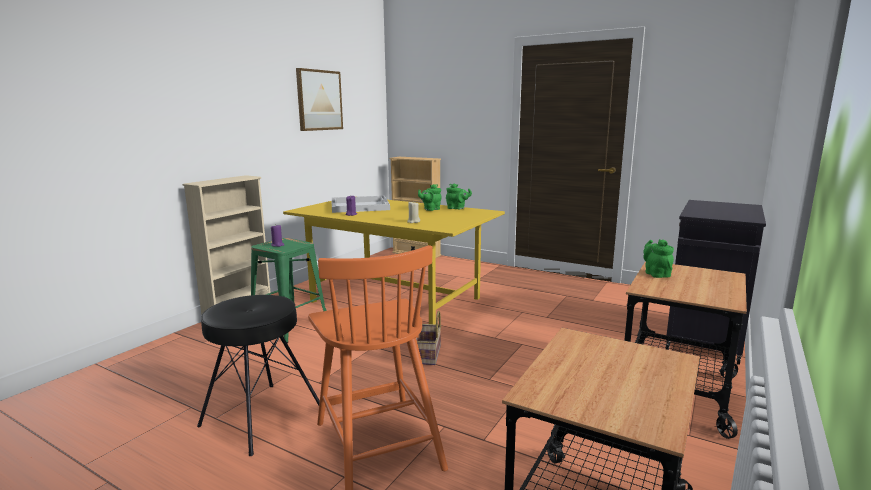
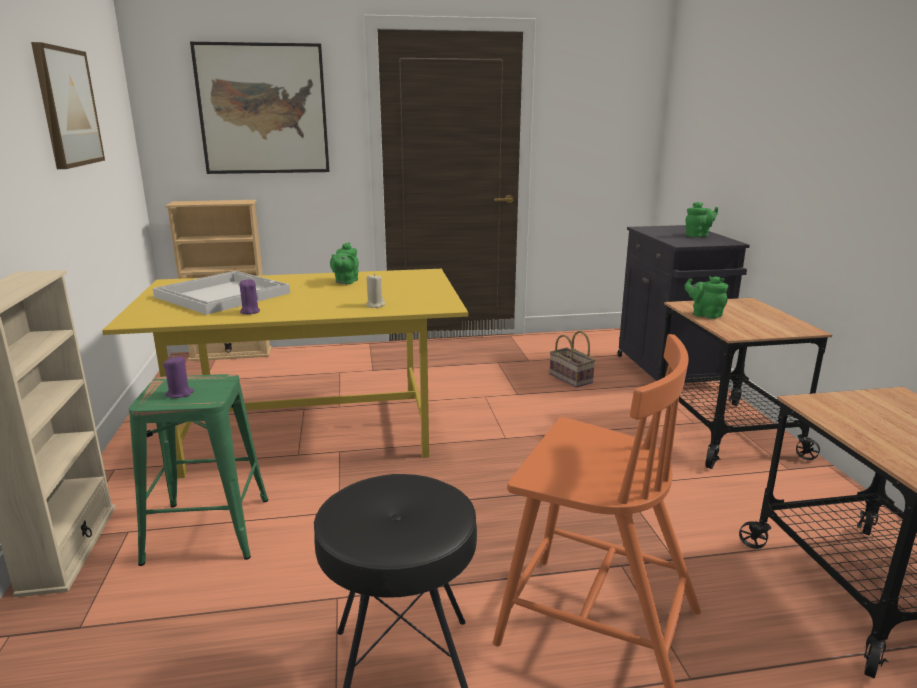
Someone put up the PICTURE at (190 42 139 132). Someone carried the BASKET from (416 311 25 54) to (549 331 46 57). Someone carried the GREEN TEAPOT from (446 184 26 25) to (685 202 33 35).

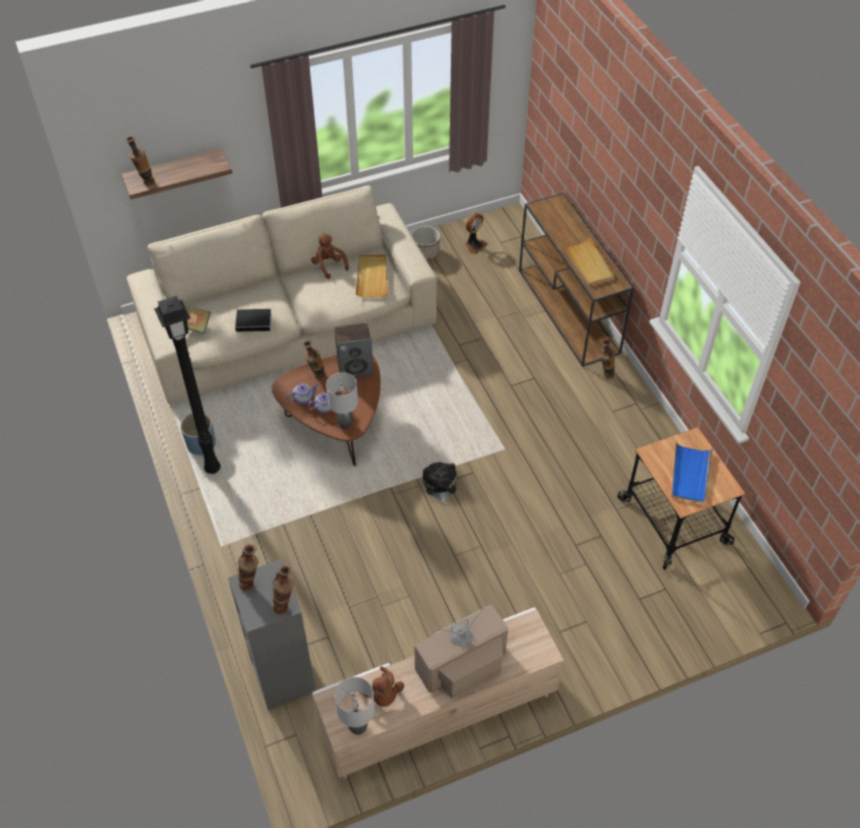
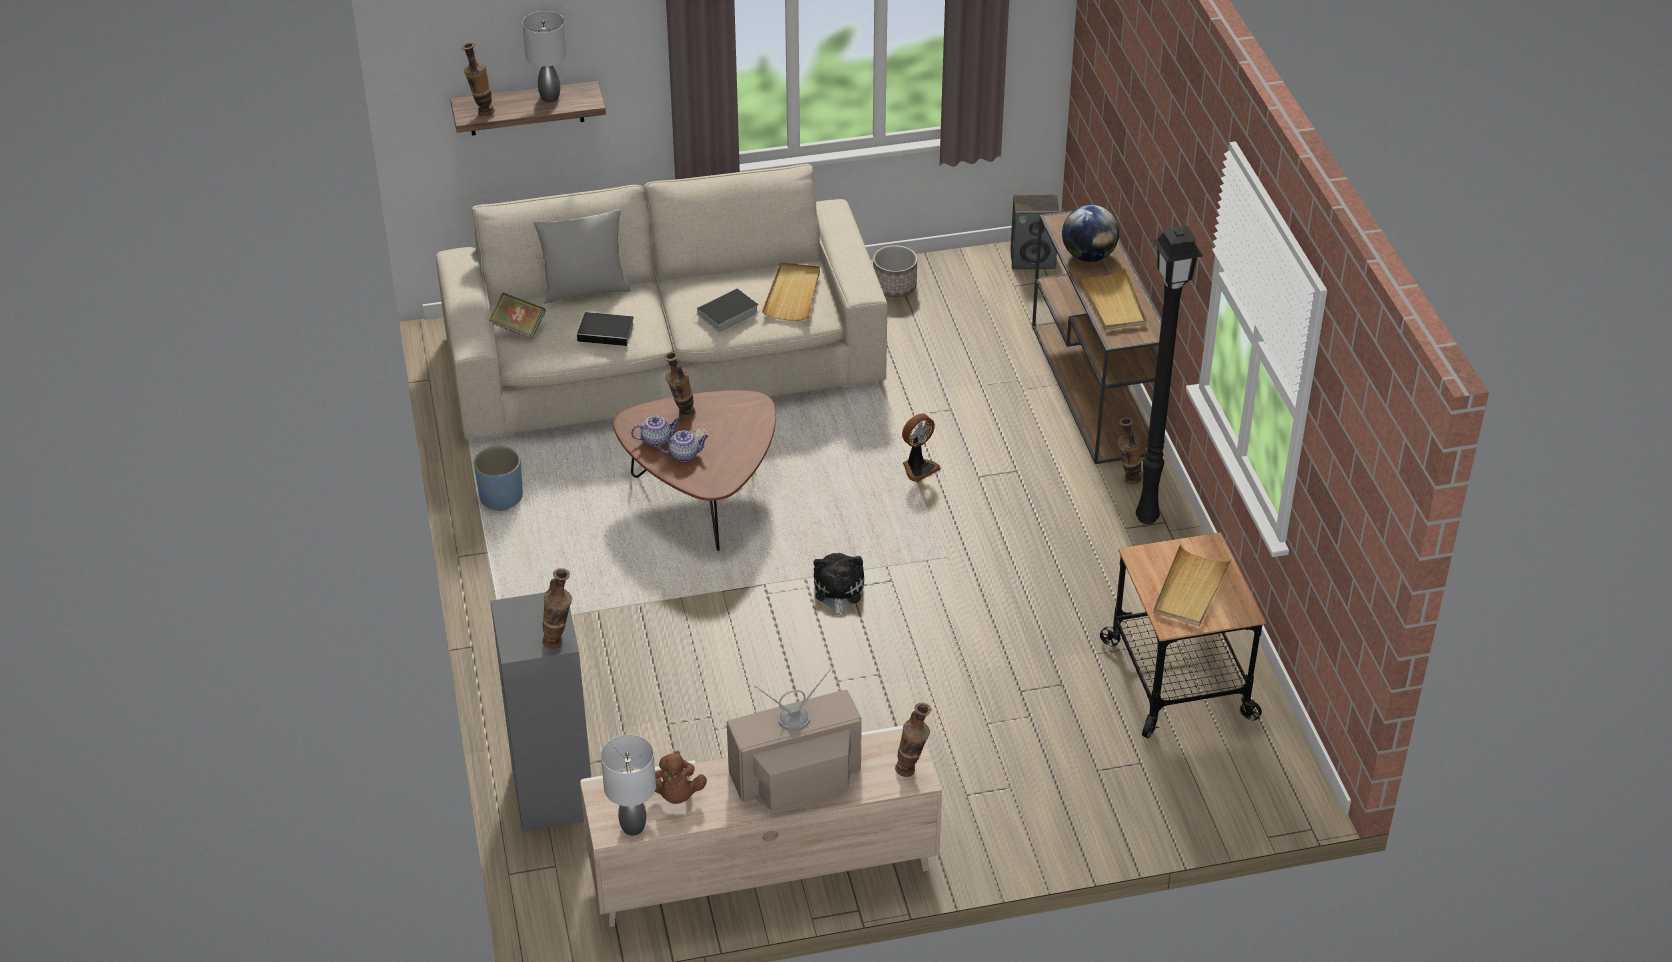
Someone carried the GREY TABLE LAMP from (326 373 32 56) to (522 11 45 91). Someone put down the GREY PILLOW at (533 209 98 95). Someone put down the BOOK at (691 288 67 44). Someone carried the VASE from (238 544 21 47) to (895 703 37 74). Someone carried the FAN from (465 213 22 41) to (902 414 39 68). Someone carried the SPEAKER from (334 323 39 55) to (1010 195 50 74). Someone put down the GLOBE at (1062 205 57 57). Someone carried the BLACK FLOOR LAMP from (154 296 67 178) to (1136 225 67 299). Someone repainted the BLUE TRAY at (671 442 42 61), which became the BEIGE TRAY at (1153 544 79 82). Someone took away the BROWN PLUSH TOY at (311 233 38 46).

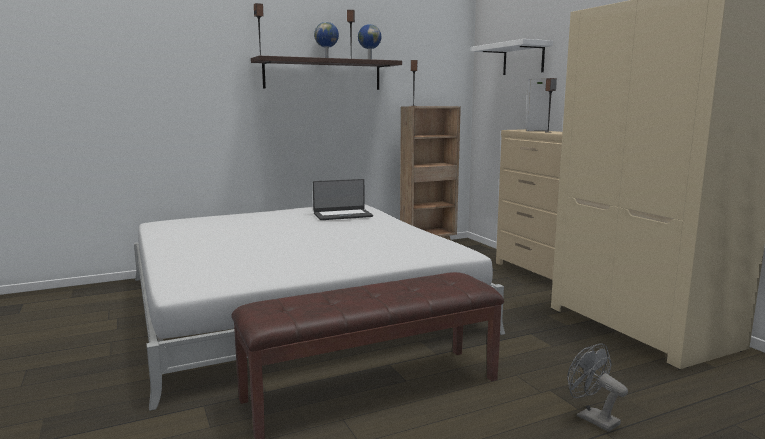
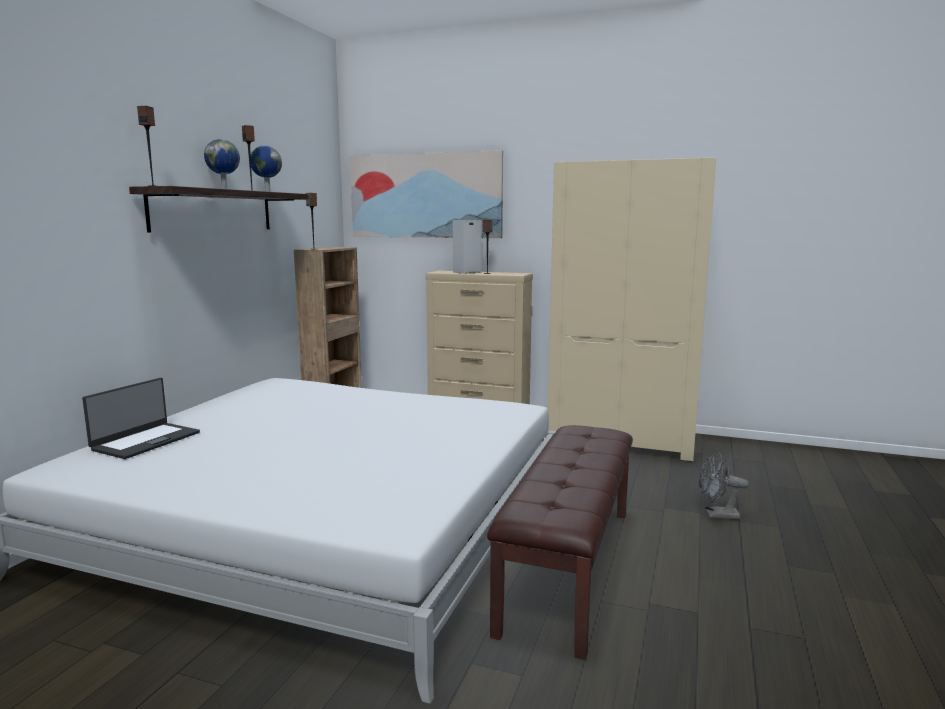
Someone carried the LAPTOP from (313 179 60 41) to (82 378 118 81). Someone swapped the WHITE SHELF at (471 39 82 36) for the PICTURE at (350 150 153 88).

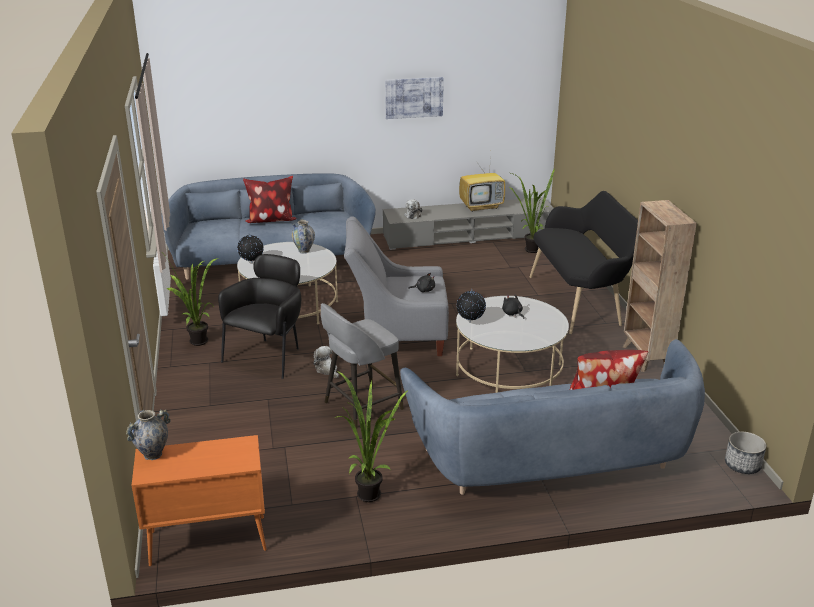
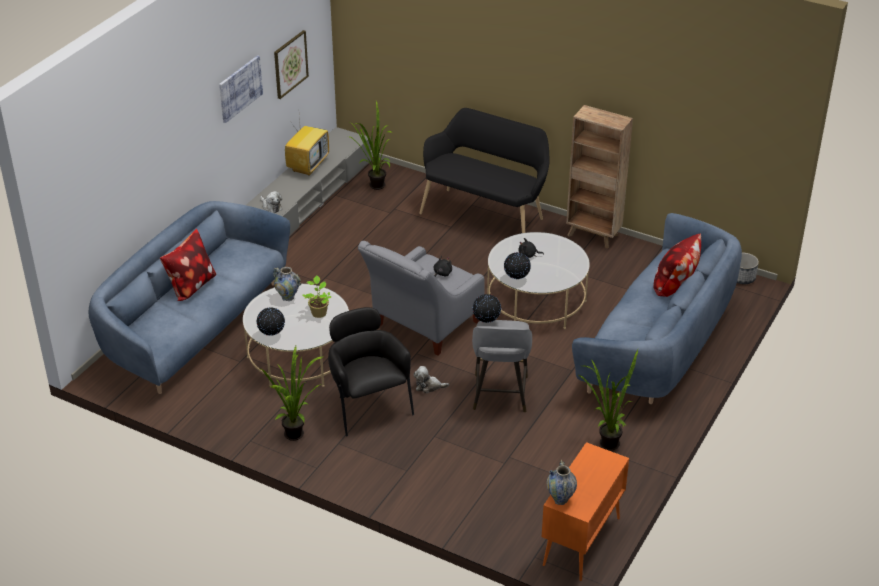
Someone put up the PICTURE at (274 30 35 69). Someone put down the POTTED PLANT at (302 275 29 43). Someone put down the GLOBE at (473 294 28 29).

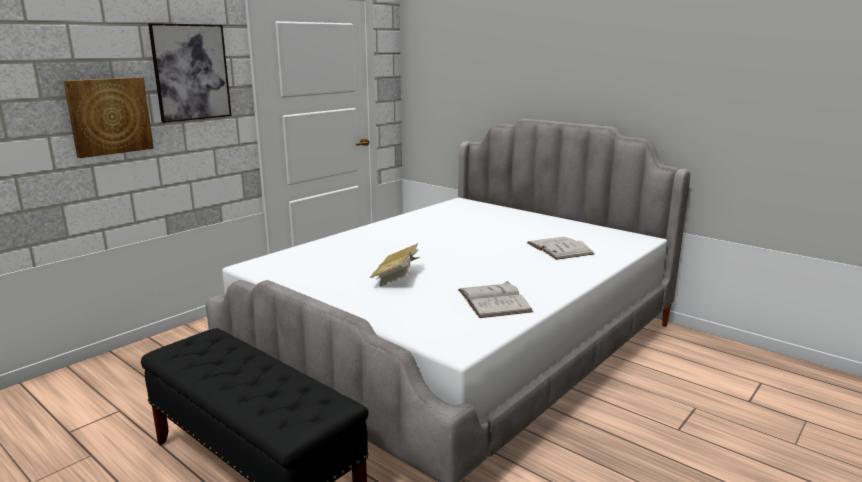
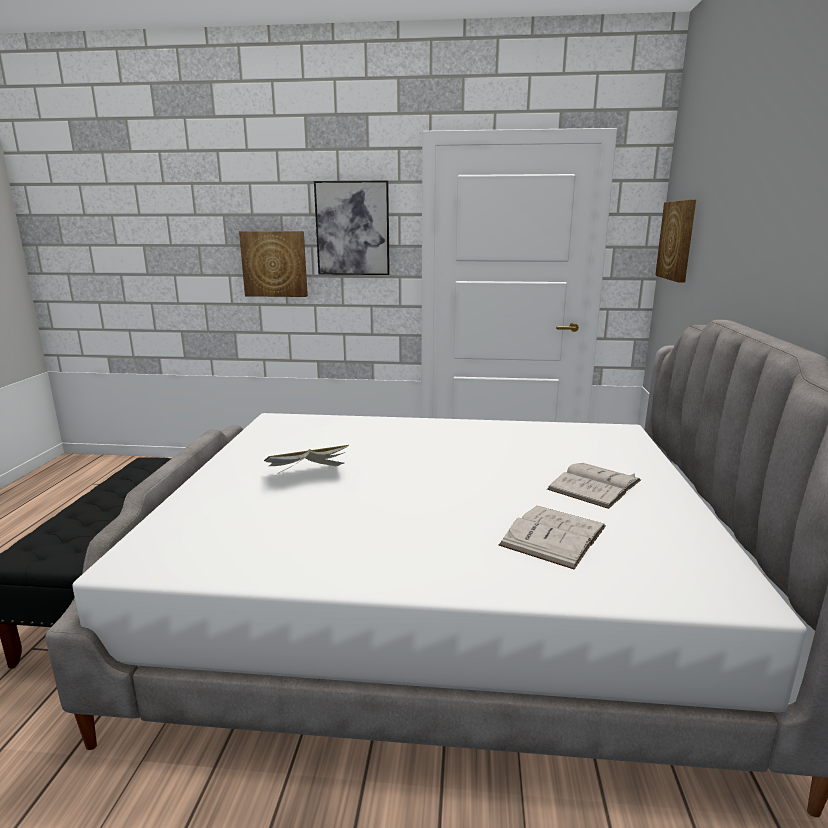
Someone carried the WHITE BOOK from (458 281 75 37) to (547 463 94 46). Someone put up the PICTURE at (655 200 41 82).

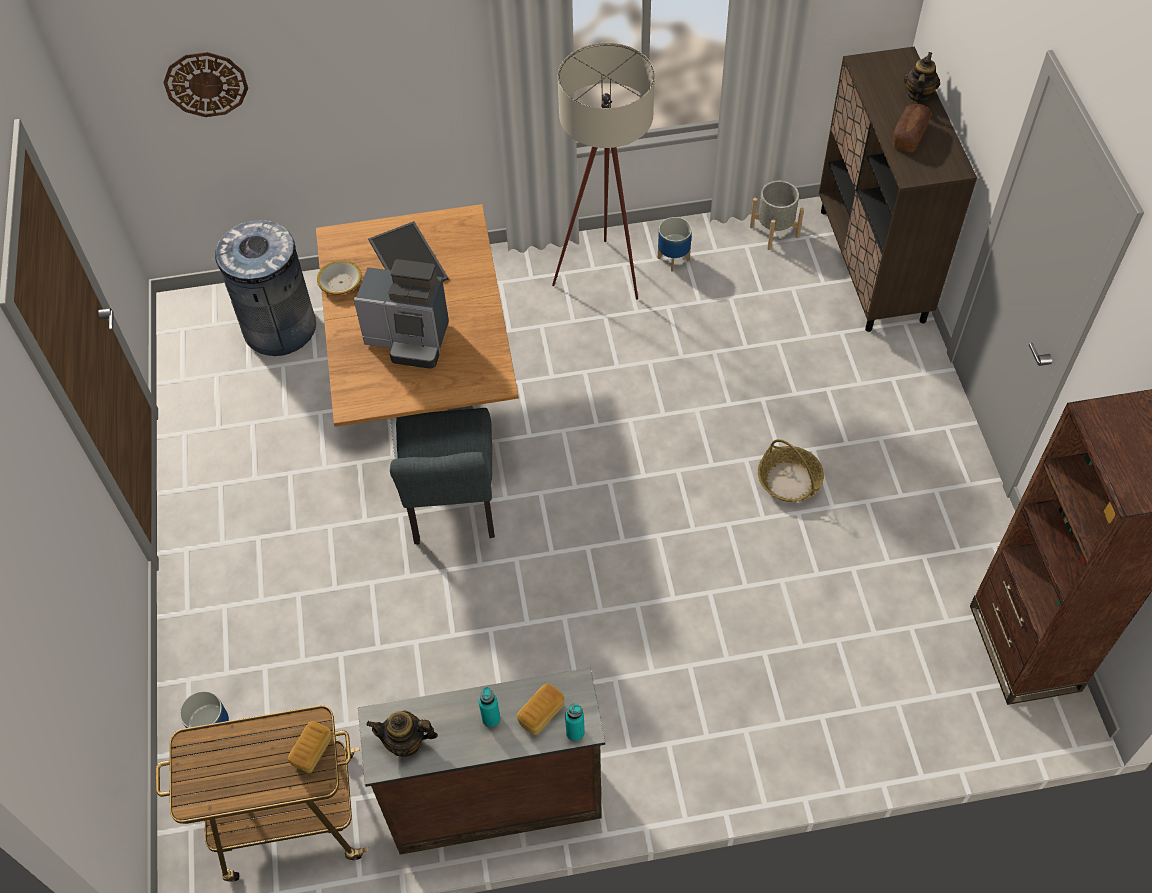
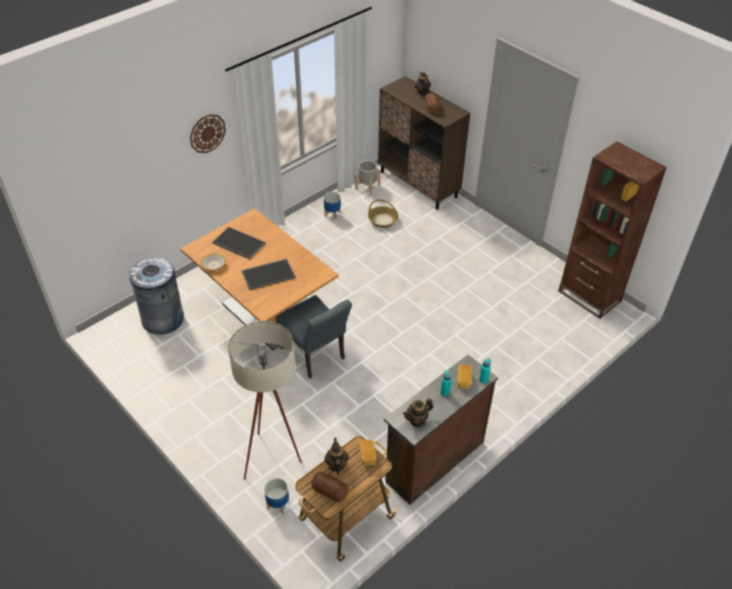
Someone carried the WALL CLOCK from (163 52 85 65) to (190 114 36 39). Someone carried the BEIGE FLOOR LAMP from (552 43 103 257) to (228 321 73 159). Someone swapped the COFFEE MACHINE at (354 259 95 110) for the TRAY at (241 259 55 31). Someone put down the BREAD at (311 472 37 31). Someone put down the TEAPOT at (325 438 24 37). Someone carried the BASKET from (758 439 66 63) to (368 200 30 28).

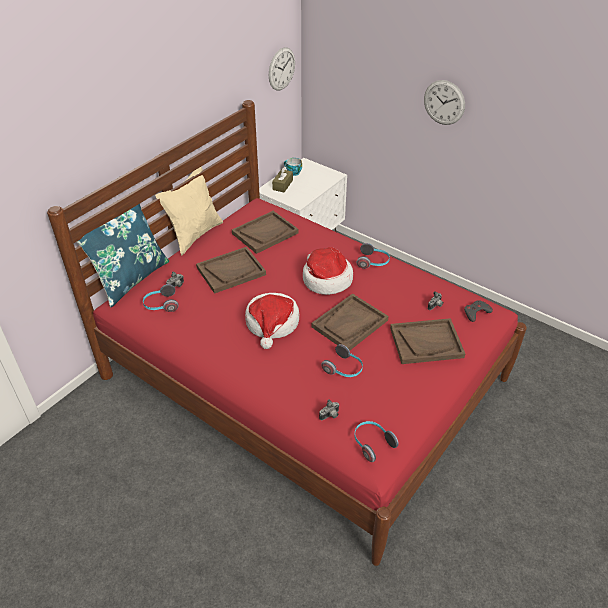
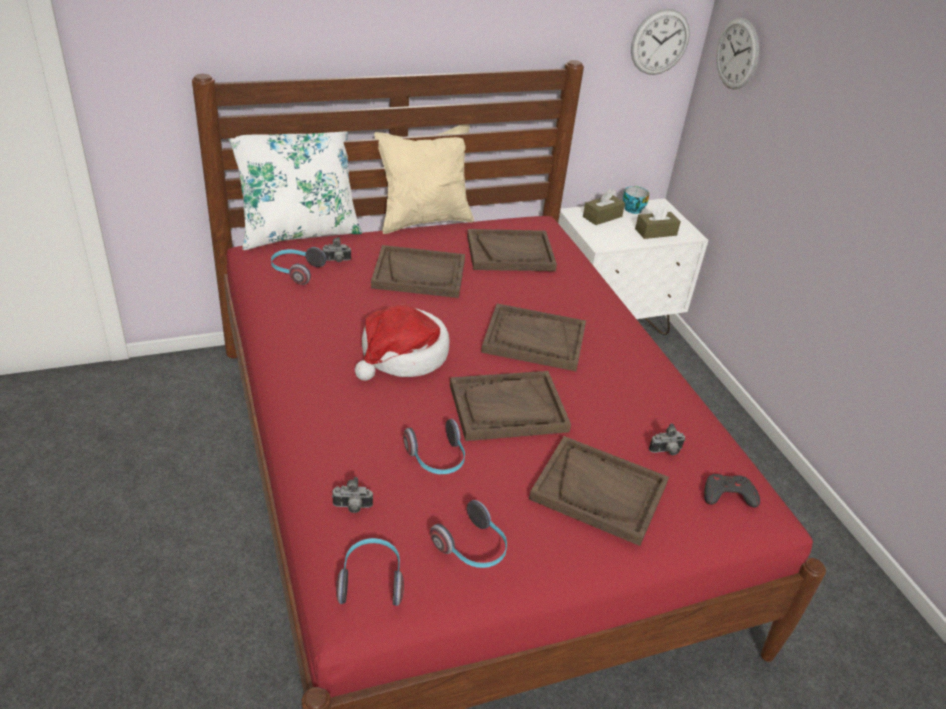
Someone repainted the BLUE PILLOW at (77 204 92 103), which became the WHITE PILLOW at (228 131 134 119). Someone carried the HEADPHONES from (357 243 33 26) to (430 500 77 68). Someone swapped the HAT at (303 247 50 48) for the BROWN TRAY at (481 304 105 67). Someone put down the BROWN TISSUE BOX at (635 203 46 36). Someone carried the WALL CLOCK from (424 80 41 45) to (716 18 43 72).

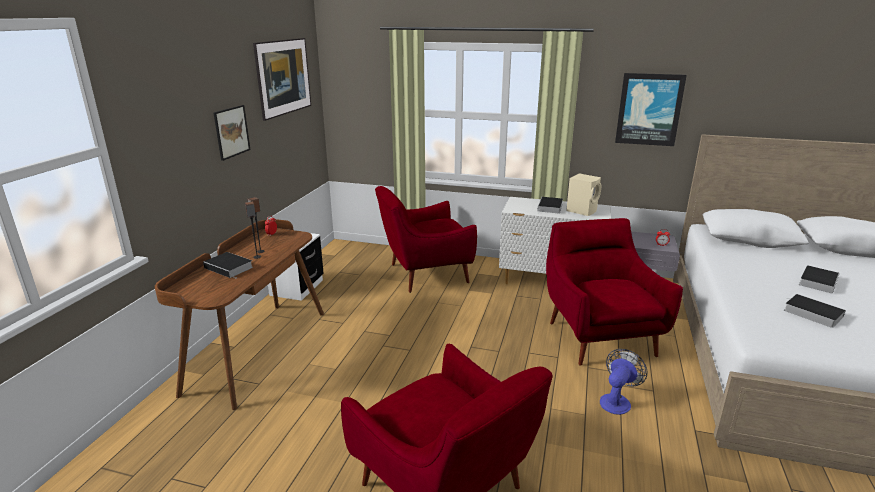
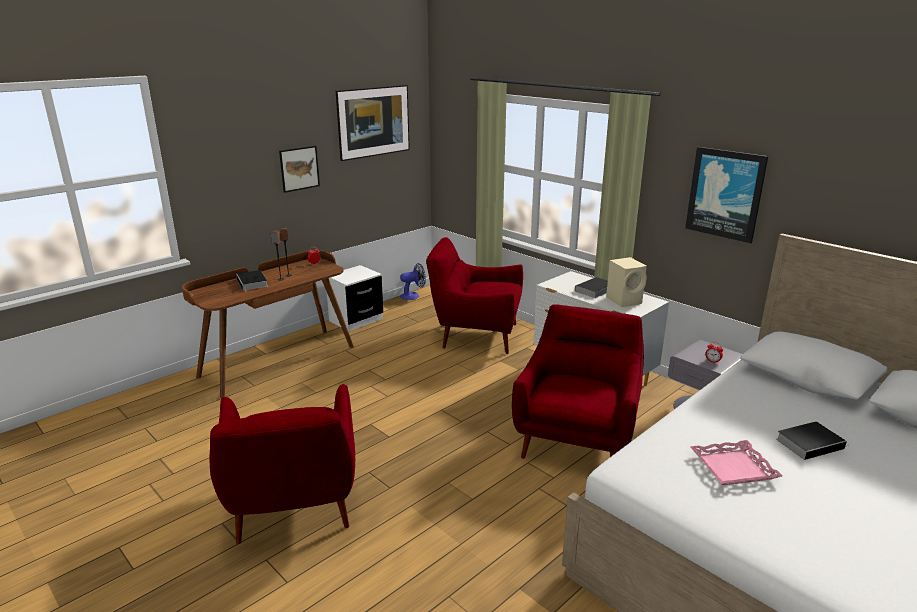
Someone carried the FAN from (600 349 47 66) to (400 263 26 37). Someone swapped the BOOK at (784 294 62 34) for the PINK TRAY at (691 440 92 45).

